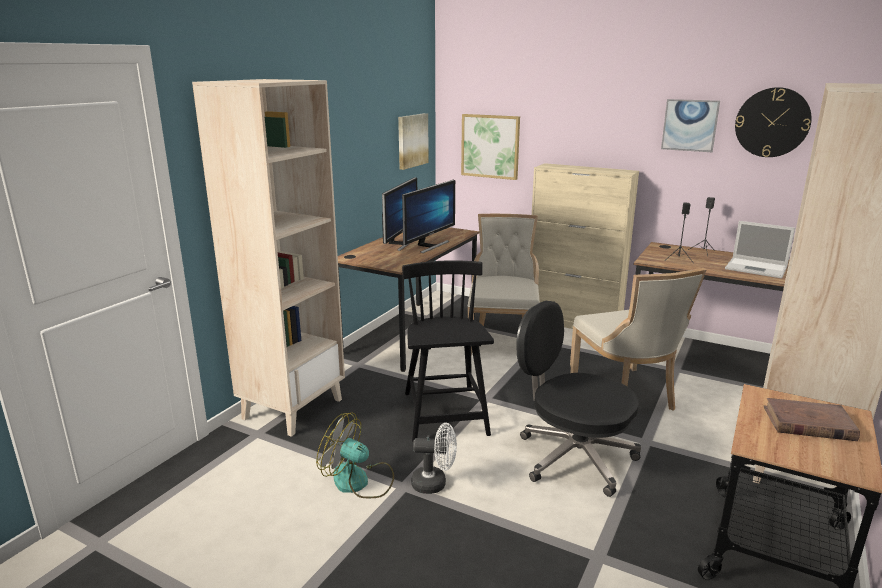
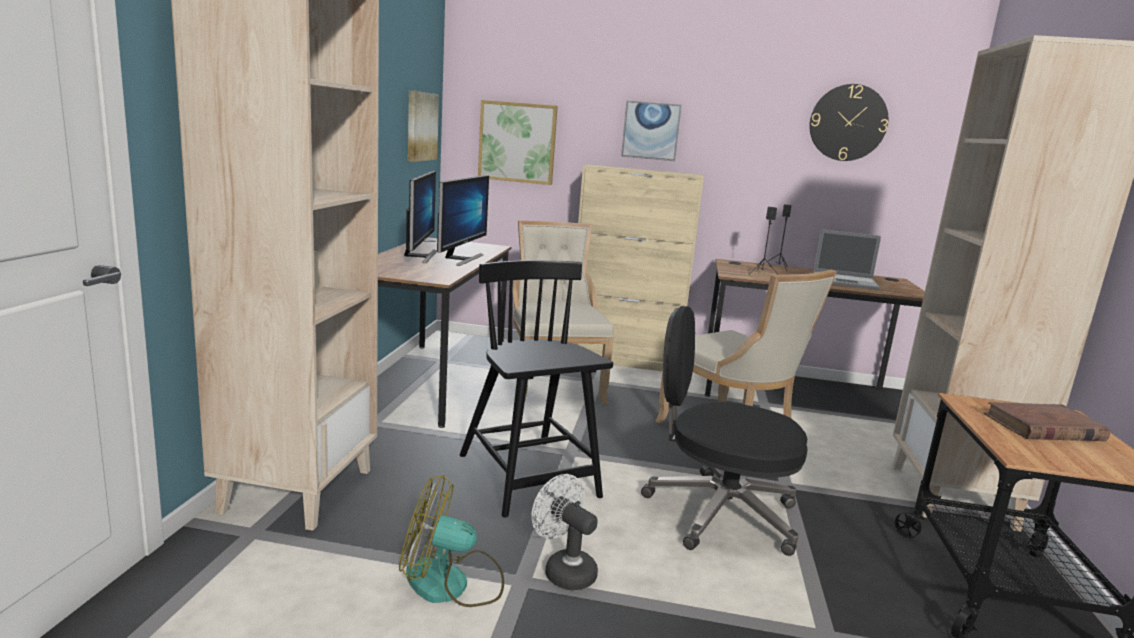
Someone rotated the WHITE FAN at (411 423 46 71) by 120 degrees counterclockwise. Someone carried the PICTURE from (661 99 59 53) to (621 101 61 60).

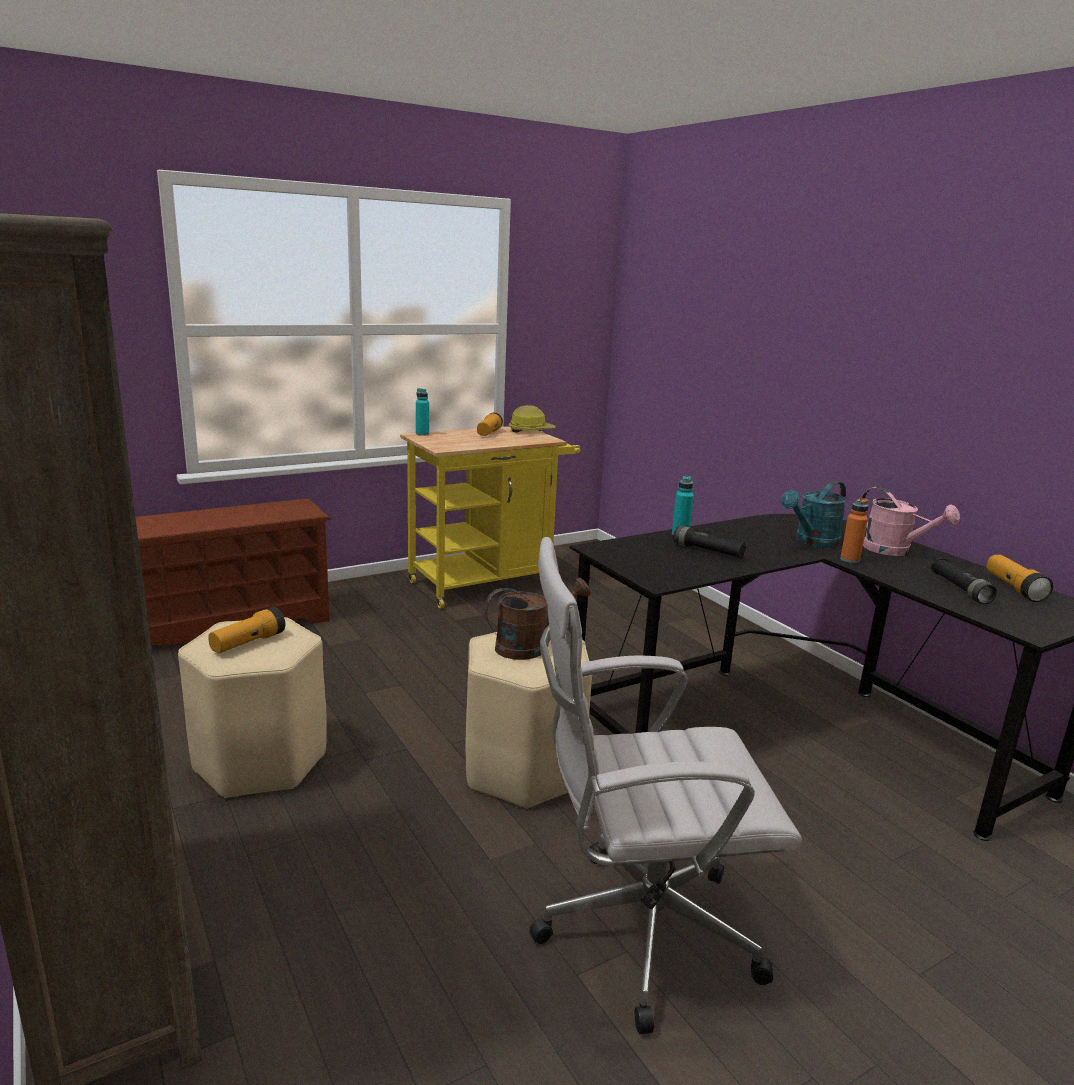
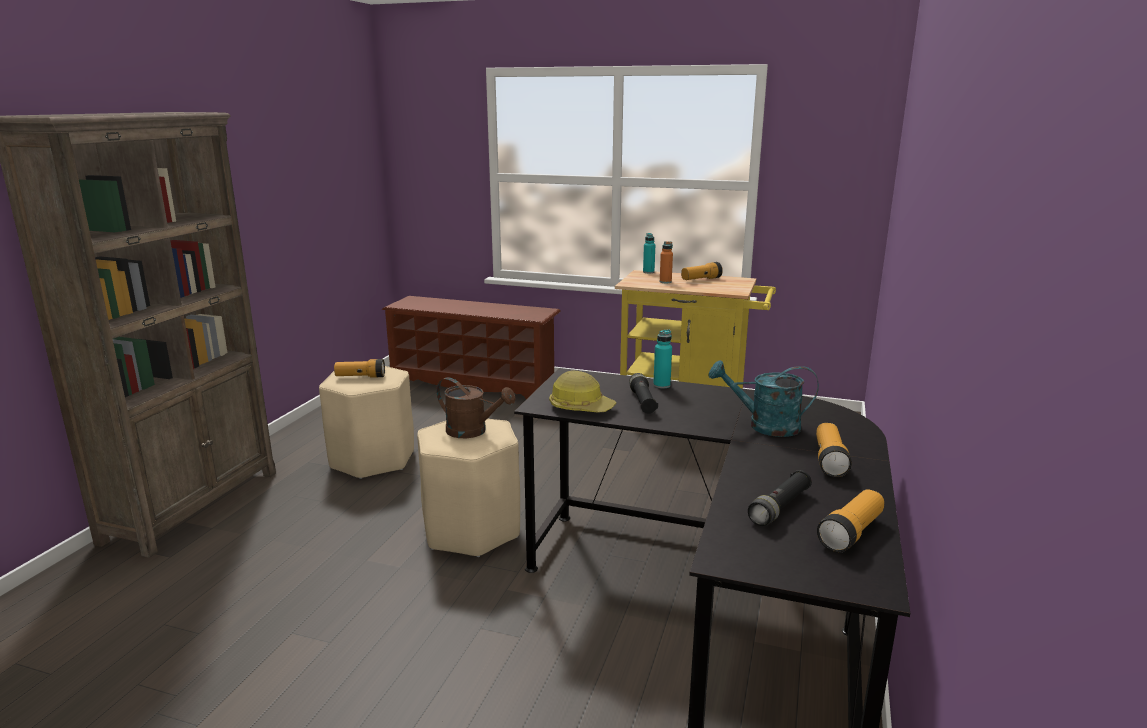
Someone carried the HARD HAT from (508 405 48 28) to (549 370 67 43). Someone carried the ORANGE BOTTLE from (840 499 29 64) to (660 241 13 42). Someone swapped the PINK WATERING CAN at (861 487 99 69) for the FLASHLIGHT at (816 423 36 54). Someone took away the WHITE OFFICE CHAIR at (529 537 273 497).

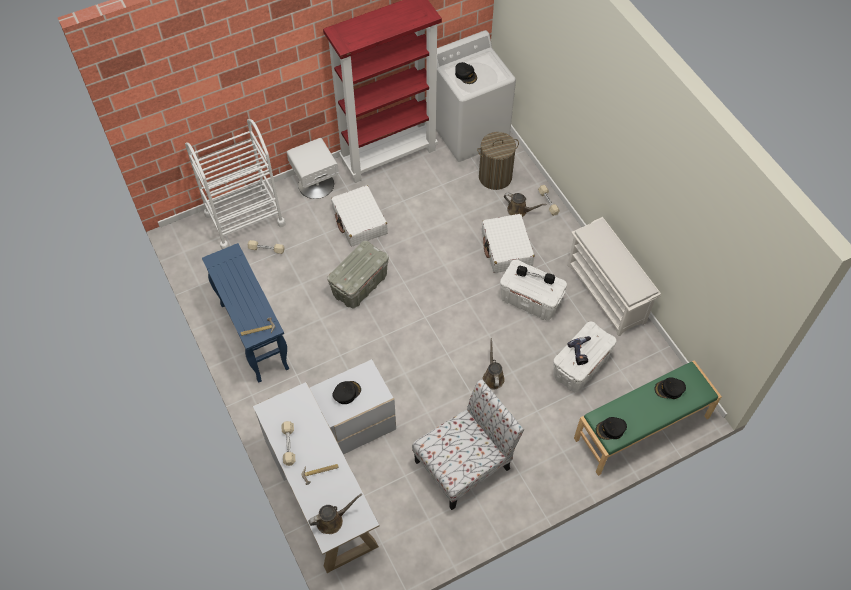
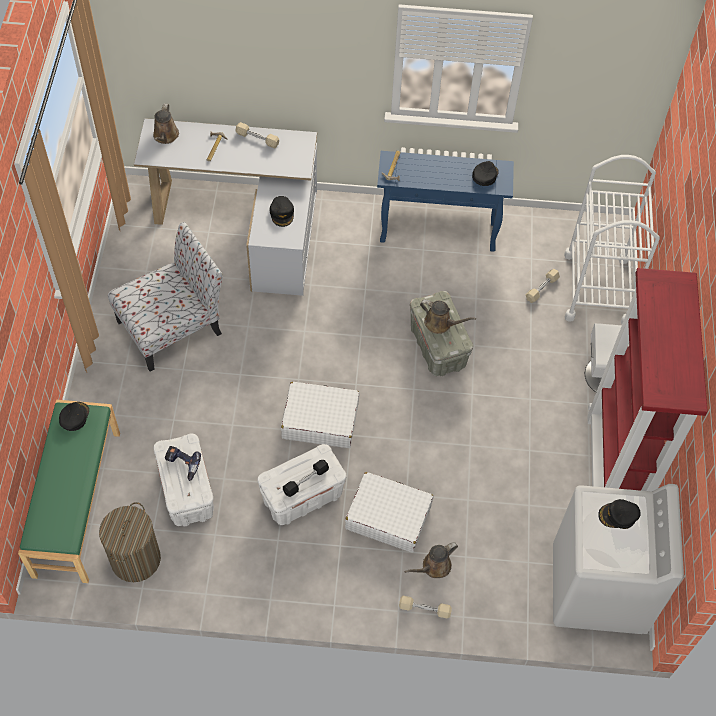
Someone carried the LAUNDRY BASKET from (477 132 42 58) to (99 502 62 80). Someone rotated the CHAIR at (412 379 112 131) by 120 degrees counterclockwise. Someone carried the WHITE SUITCASE from (331 185 57 61) to (281 382 78 66). Someone carried the BROWN WATERING CAN from (483 338 22 51) to (420 299 56 35). Someone carried the BLACK CAP from (655 377 31 22) to (472 161 27 25). Someone took away the WHITE SHOE RACK at (567 217 94 119).

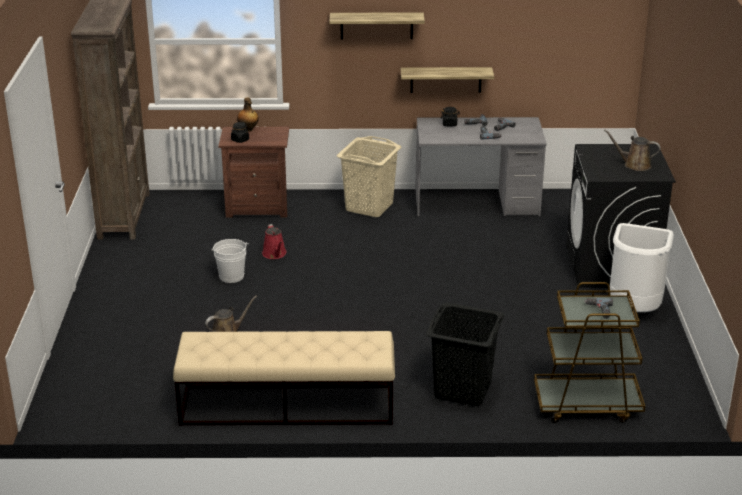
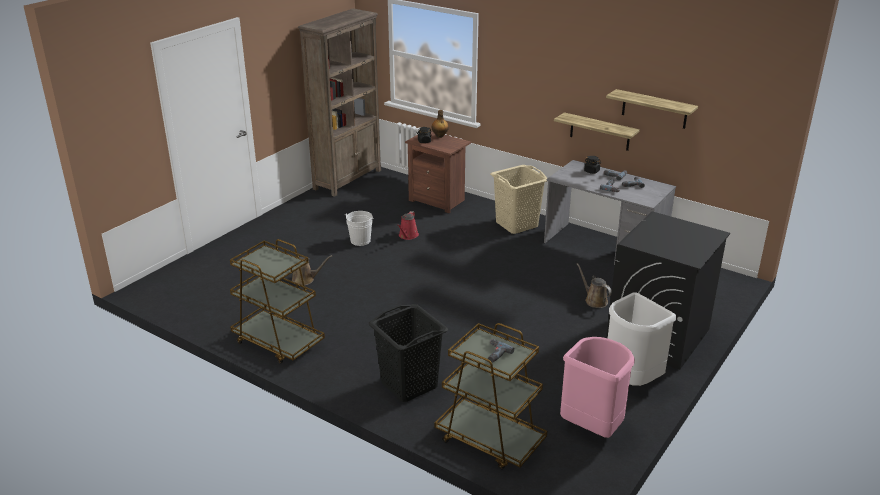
Someone swapped the BEIGE BENCH at (173 331 222 95) for the BROWN CART at (230 239 95 125). Someone put down the PINK TRASH CAN at (560 337 75 101). Someone carried the BROWN WATERING CAN from (604 129 57 42) to (577 263 35 45). Someone carried the SHELF from (329 13 96 26) to (606 89 92 40).

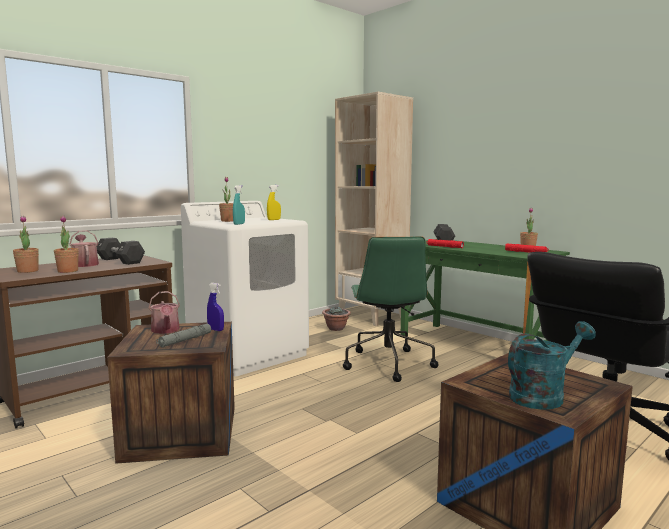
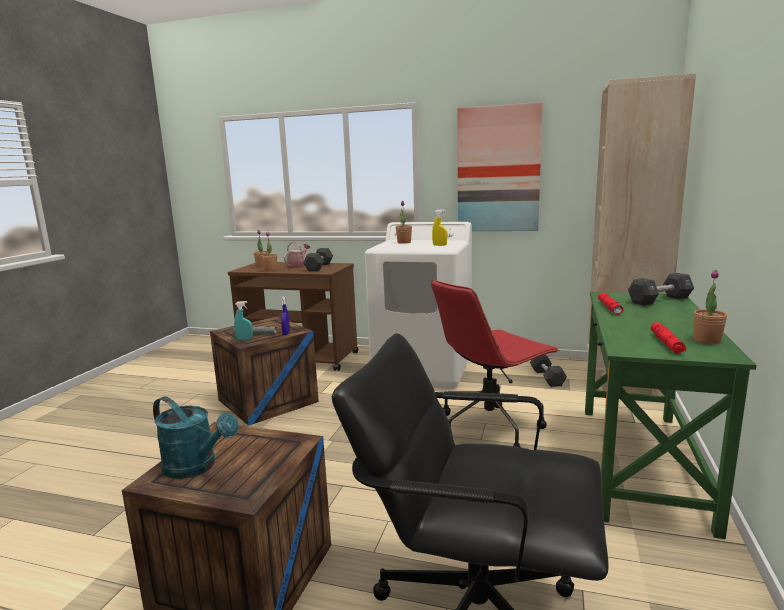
Someone carried the TURQUOISE SPRAY BOTTLE from (233 185 12 40) to (234 301 19 39). Someone repainted the GREEN OFFICE CHAIR at (343 236 96 146), which became the RED OFFICE CHAIR at (431 279 128 168). Someone put up the PICTURE at (458 102 85 129). Someone swapped the POTTED PLANT at (322 306 29 25) for the BLACK DUMBBELL at (530 354 37 33). Someone took away the WATERING CAN at (148 291 32 43).

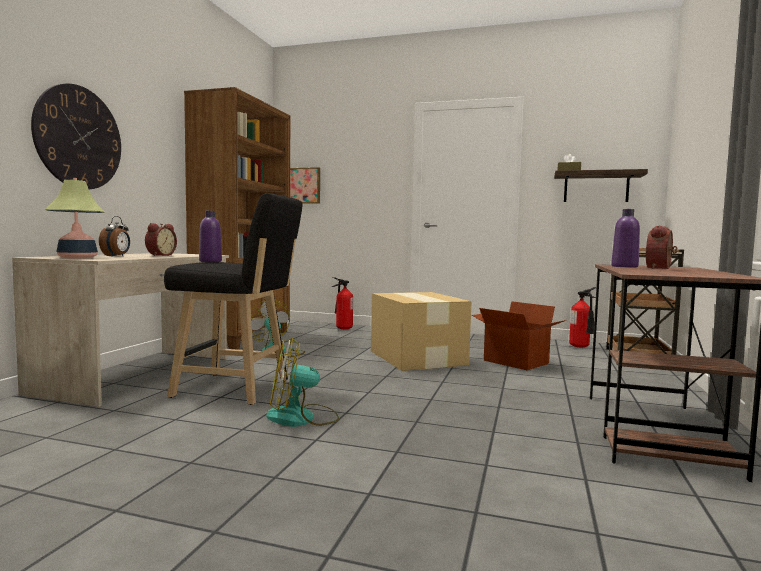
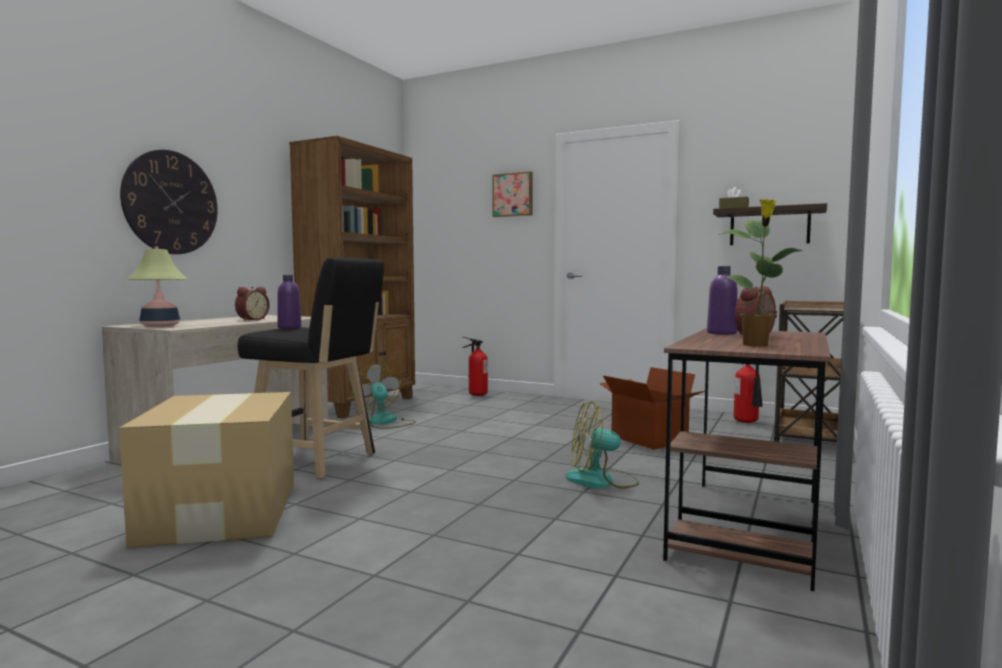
Someone carried the CARDBOARD BOX from (371 292 101 79) to (119 392 175 156). Someone carried the PICTURE from (290 167 30 36) to (492 171 41 46). Someone carried the FAN from (266 337 73 90) to (566 401 73 88). Someone put down the POTTED PLANT at (718 199 85 148). Someone took away the ALARM CLOCK at (99 216 31 41).

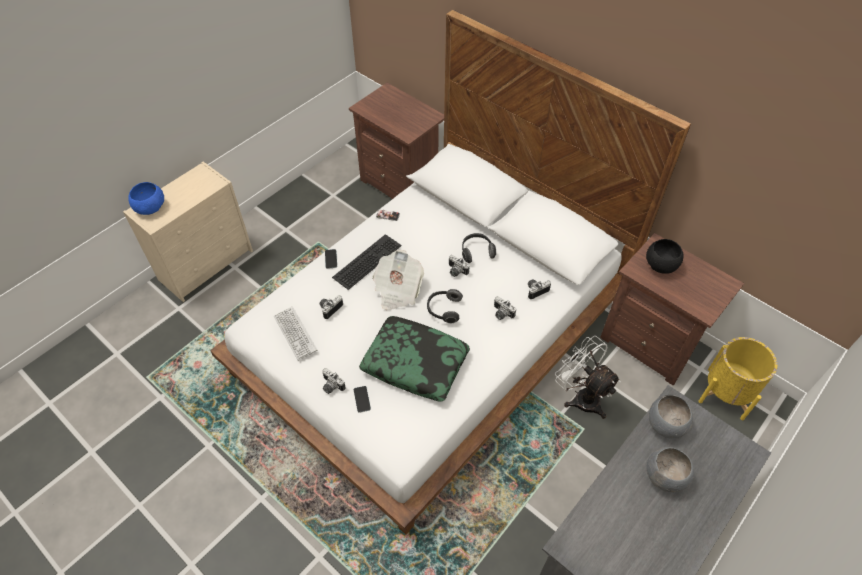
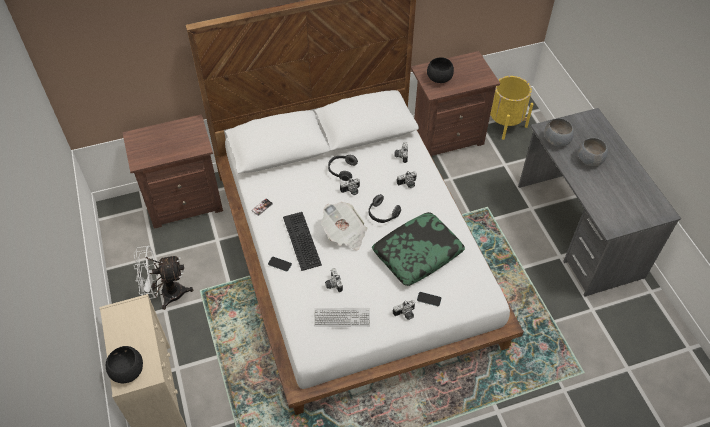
Someone repainted the BLUE BOWL at (128 182 36 33), which became the BLACK BOWL at (106 346 37 37). Someone carried the WHITE FAN from (555 336 66 83) to (133 245 60 65).

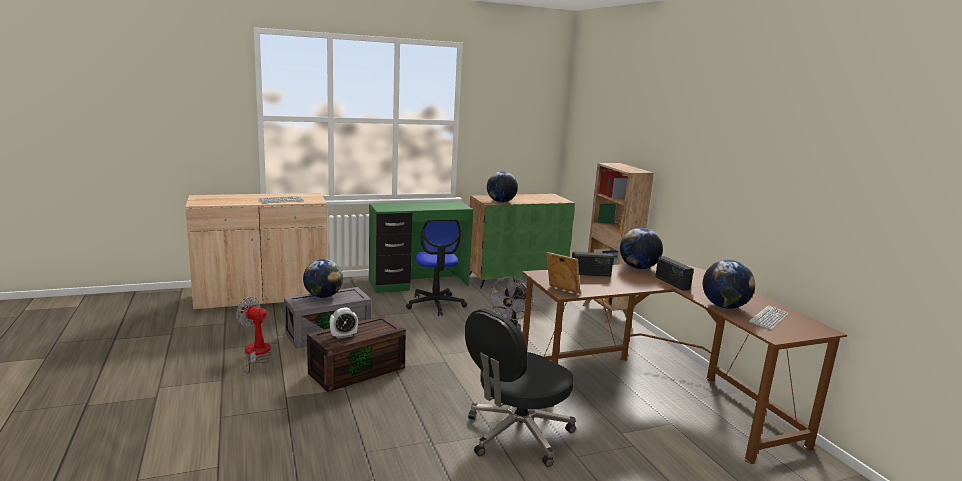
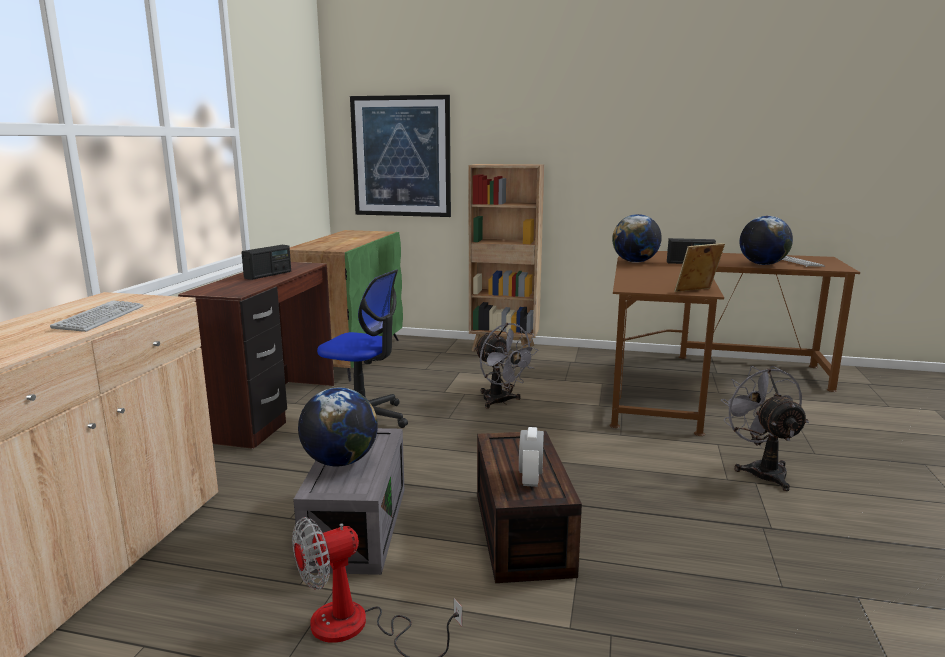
Someone repainted the GREEN DESK at (369 201 104 92), which became the BROWN DESK at (178 262 156 187). Someone carried the RADIO from (572 251 42 26) to (241 245 50 35). Someone put up the PICTURE at (350 95 101 122). Someone swapped the BLACK OFFICE CHAIR at (465 309 111 158) for the GREY FAN at (721 366 88 125). Someone took away the GLOBE at (487 171 31 32).

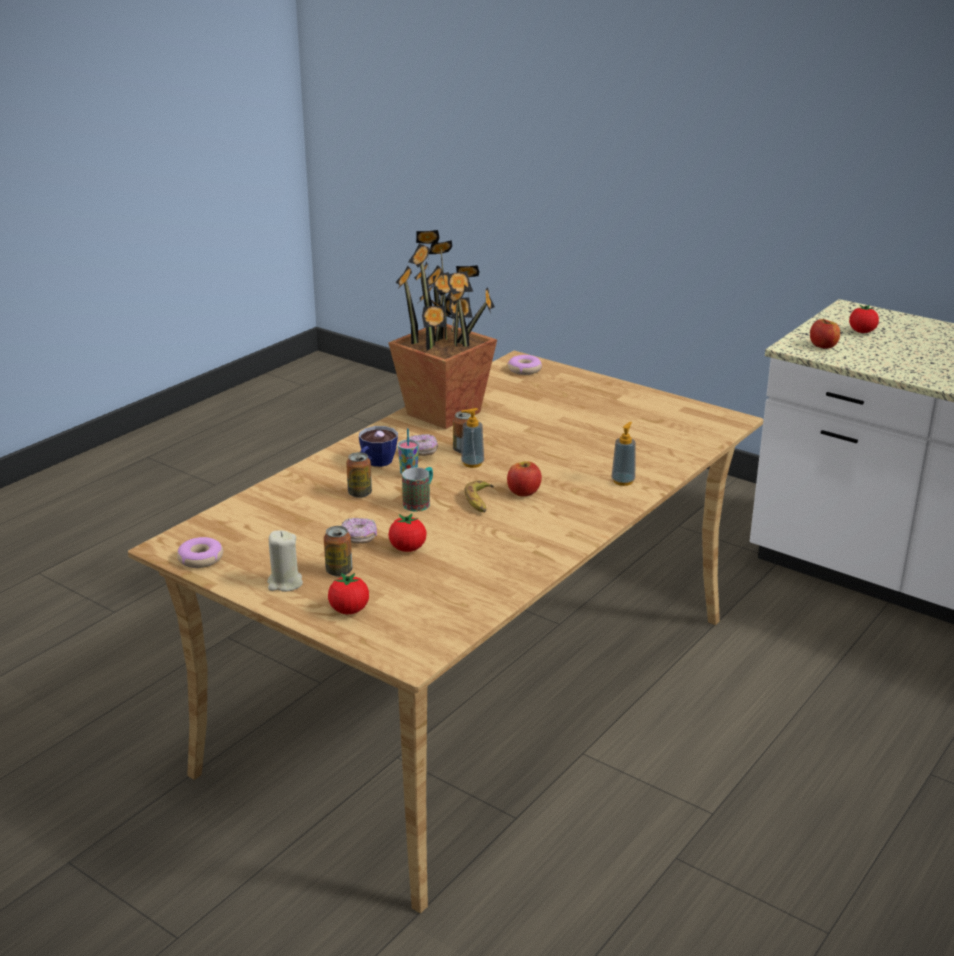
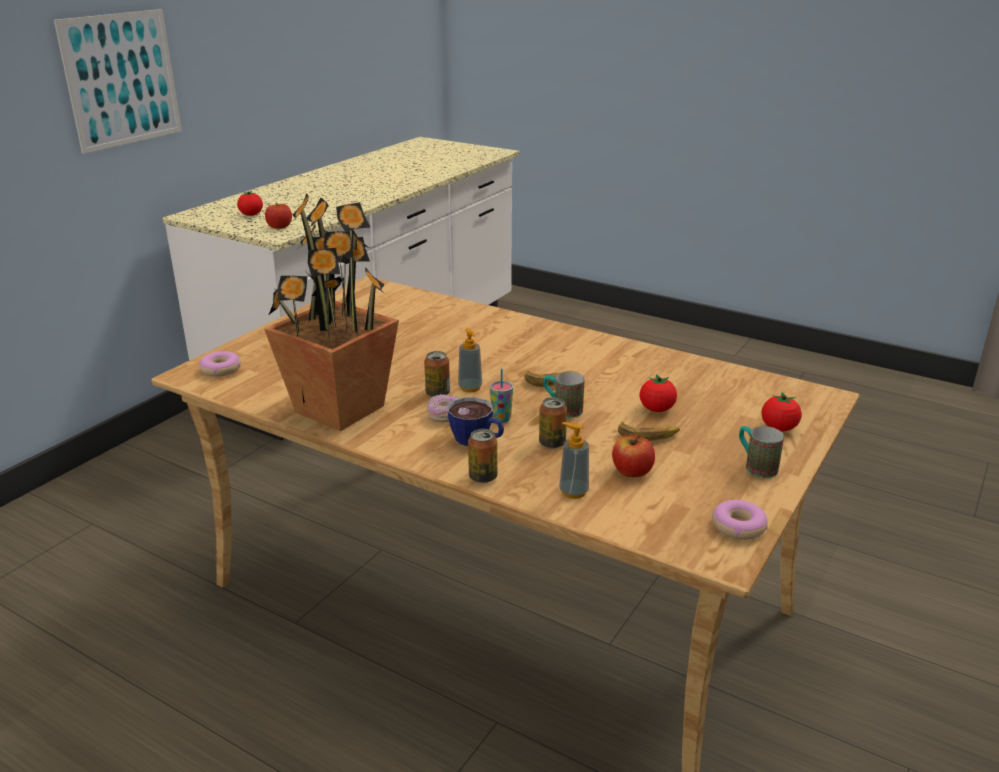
Someone put up the PICTURE at (54 9 128 145). Someone carried the CAN from (324 526 28 50) to (468 429 29 54). Someone carried the SOAP DISPENSER from (612 422 24 64) to (559 422 30 77). Someone carried the APPLE from (507 461 35 35) to (612 435 43 42). Someone swapped the DONUT at (341 518 36 26) for the BANANA at (618 422 62 19). Someone swapped the BEIGE CANDLE at (267 530 36 62) for the MUG at (739 426 45 52).

